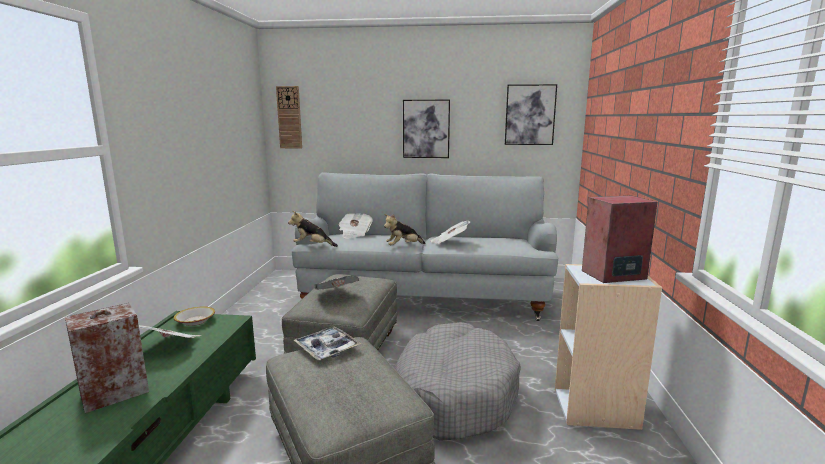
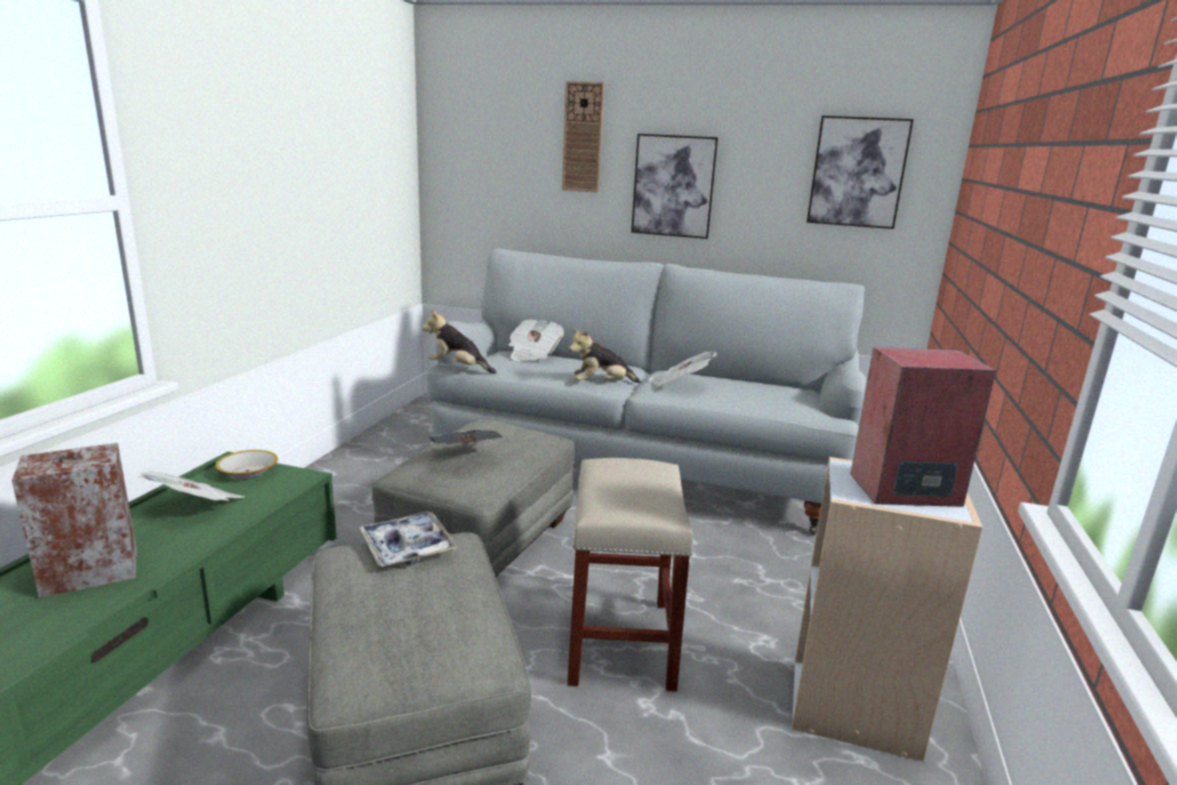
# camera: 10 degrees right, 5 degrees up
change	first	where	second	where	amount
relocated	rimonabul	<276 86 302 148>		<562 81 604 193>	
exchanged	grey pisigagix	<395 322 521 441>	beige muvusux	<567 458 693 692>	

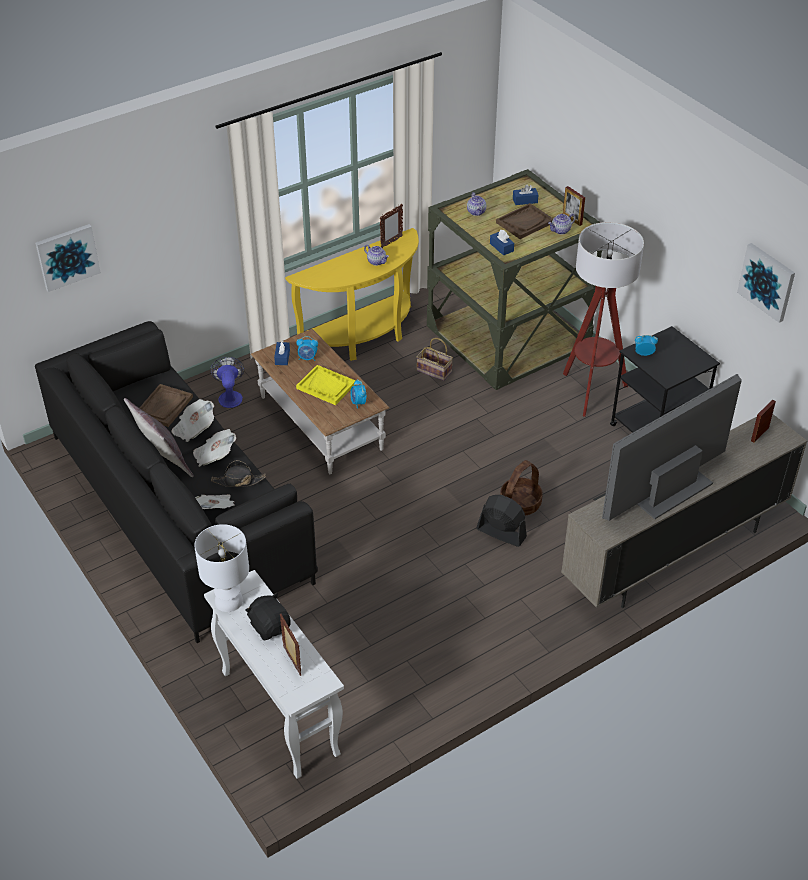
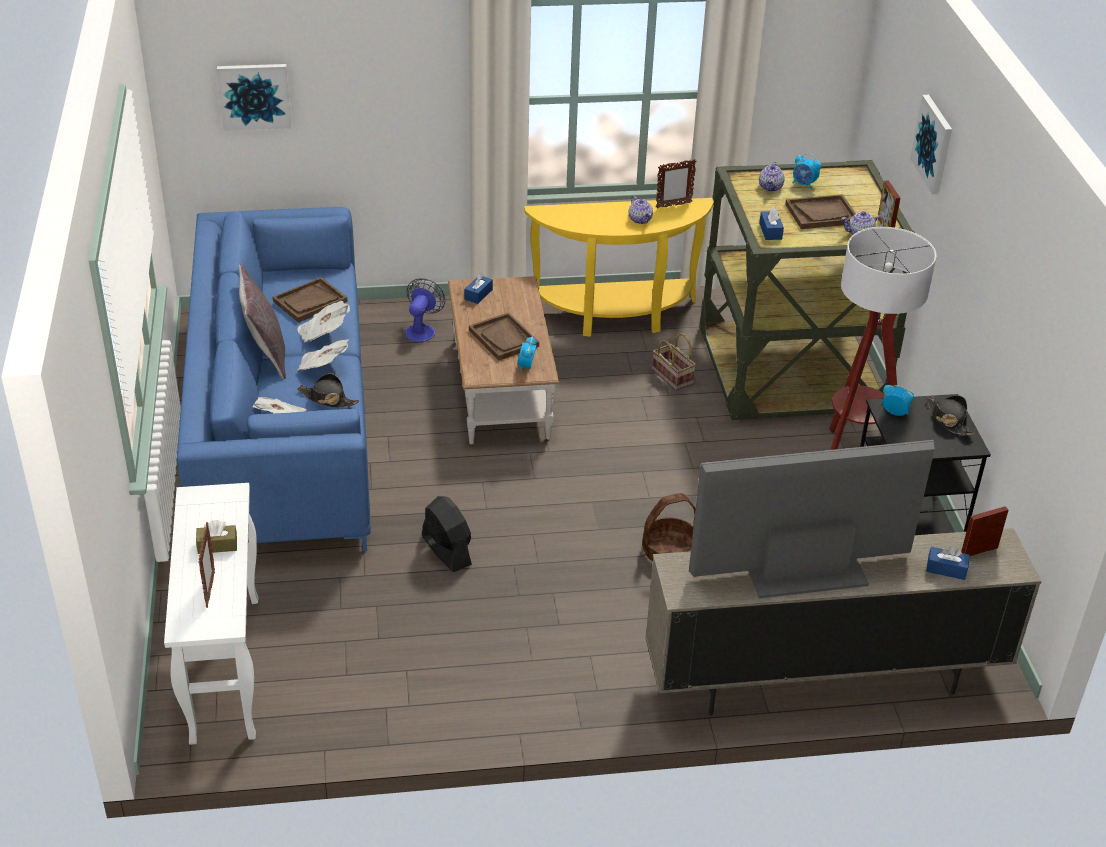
# camera: 25 degrees right, 5 degrees down
change	first	where	second	where	amount
relocated	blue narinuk	<513 184 538 205>		<926 546 970 580>	
relocated	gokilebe	<737 243 795 323>		<910 95 952 195>	
colour	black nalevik	<35 321 318 643>	blue nalevik	<177 207 371 551>	
relocated	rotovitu	<296 336 318 361>		<793 153 821 189>	
colour	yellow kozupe	<296 365 356 405>	brown kozupe	<469 312 539 360>	
relocated	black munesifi	<477 495 527 547>		<422 496 472 572>	
missing	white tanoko	<194 524 249 612>			
exchanged	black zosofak	<245 593 290 640>	brown narinuk	<196 520 237 554>	
appeared			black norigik	<926 395 975 436>	

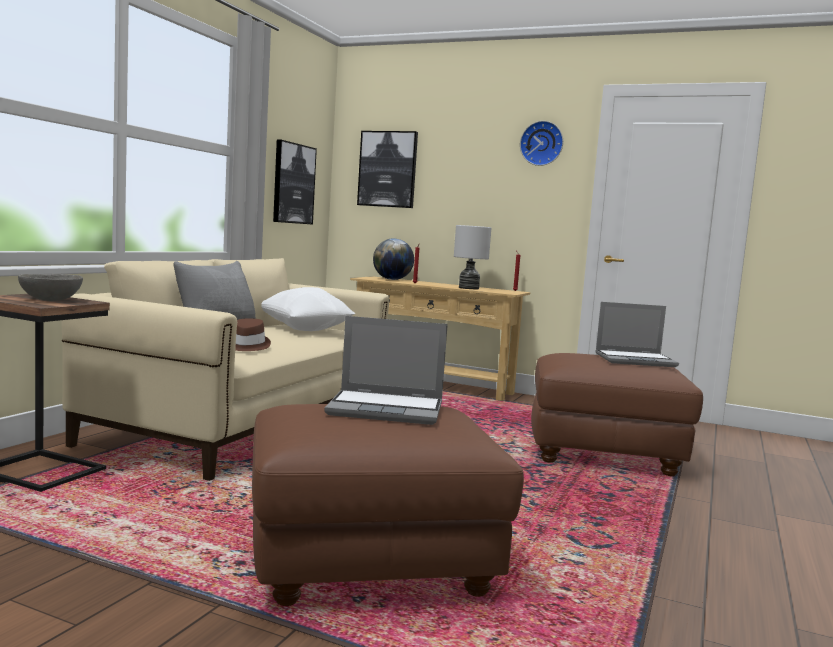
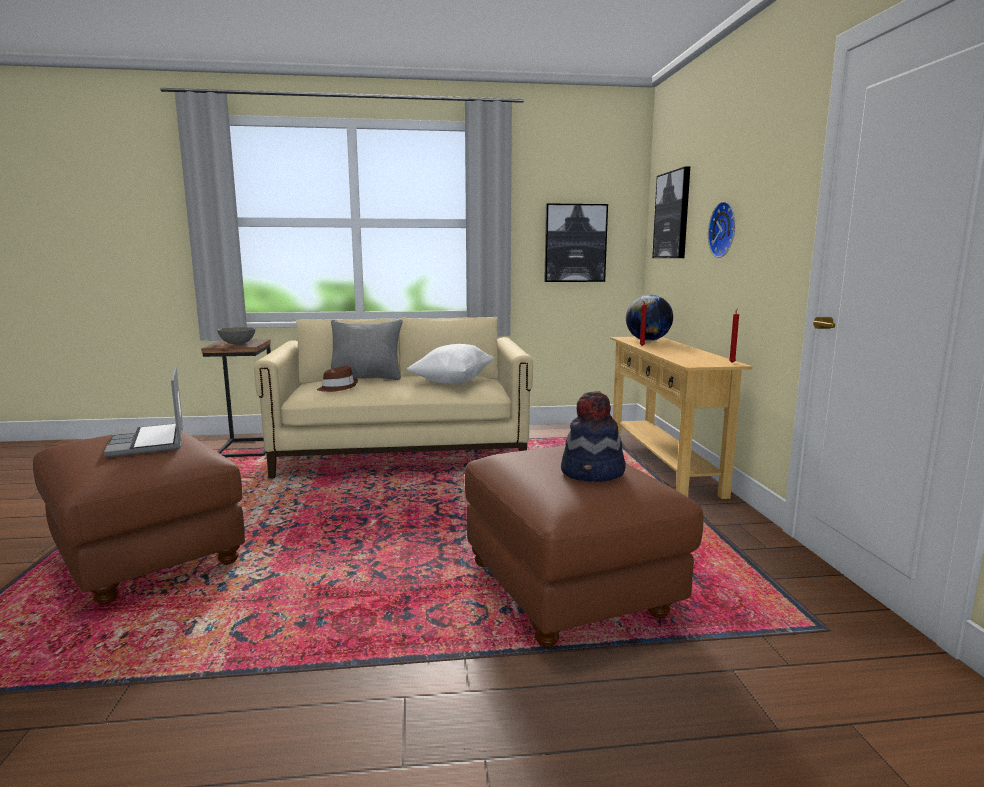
# camera: 60 degrees right, 5 degrees up
change	first	where	second	where	amount
relocated	rimonabul	<520 121 563 166>		<708 201 735 258>	
missing	grey tanoko	<454 225 492 289>			
exchanged	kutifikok	<595 302 679 367>	norigik	<561 391 626 482>	

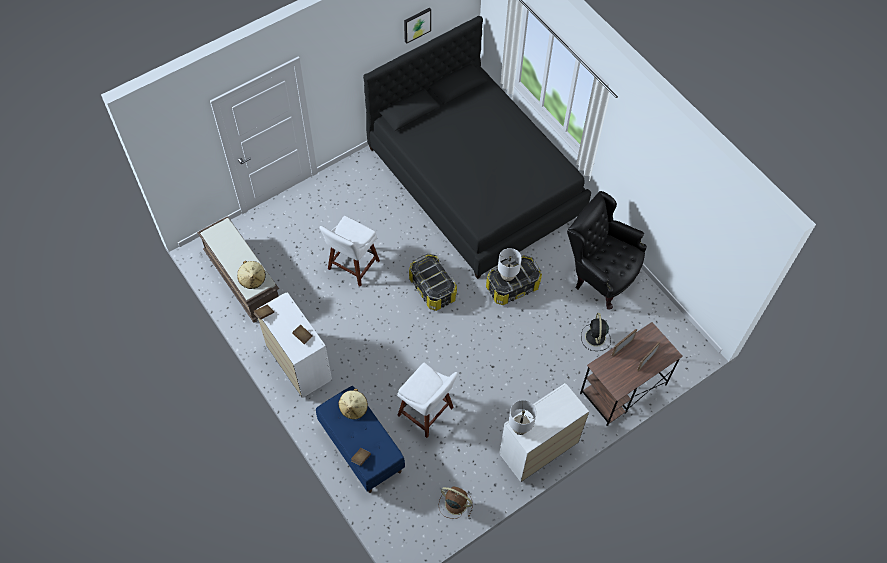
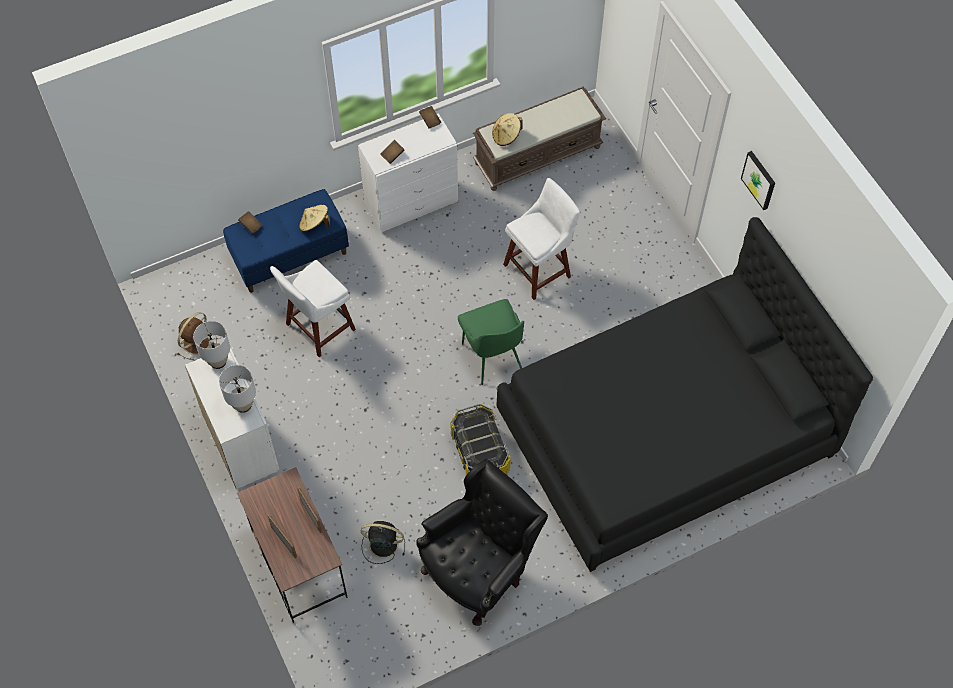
# camera: 100 degrees right, 0 degrees up
change	first	where	second	where	amount
relocated	gokilebe	<404 8 431 44>		<741 151 775 210>	
spun	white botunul	<320 216 380 287>		<503 178 580 300>	105 degrees clockwise
relocated	white tanoko	<498 248 522 282>		<219 365 256 413>	
exchanged	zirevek	<409 253 457 311>	green botunul	<458 299 524 385>	

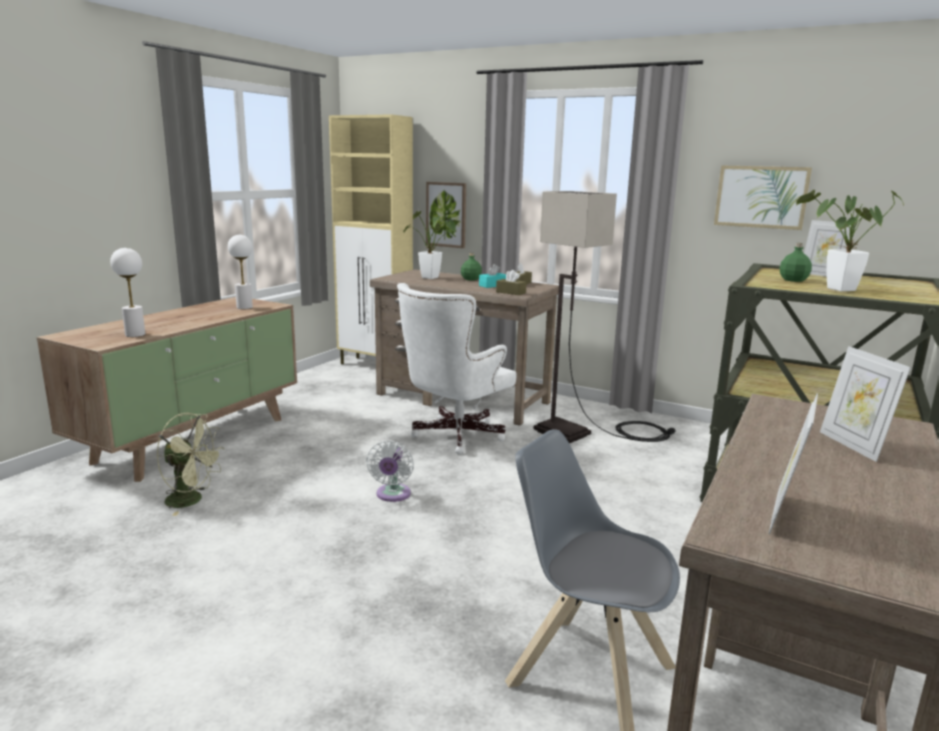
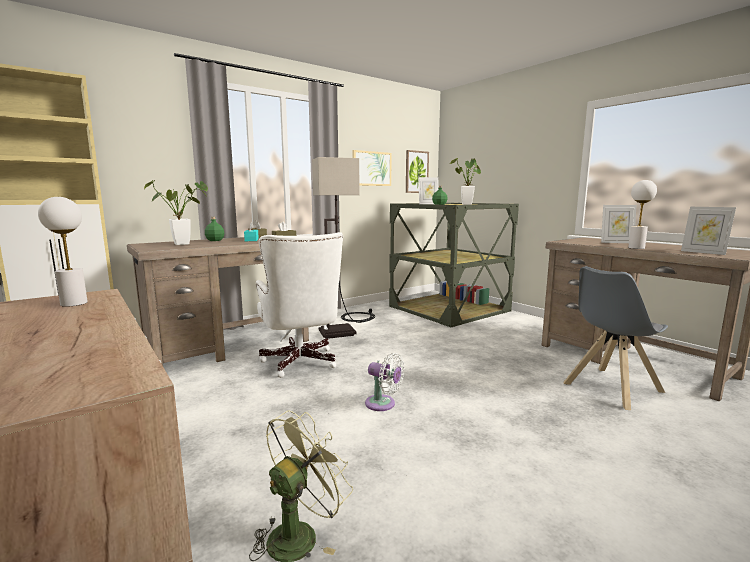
# camera: 65 degrees left, 5 degrees down
change	first	where	second	where	amount
relocated	gokilebe	<426 182 466 248>		<406 150 429 193>	
relocated	white tanoko	<110 248 145 337>		<628 180 657 249>	

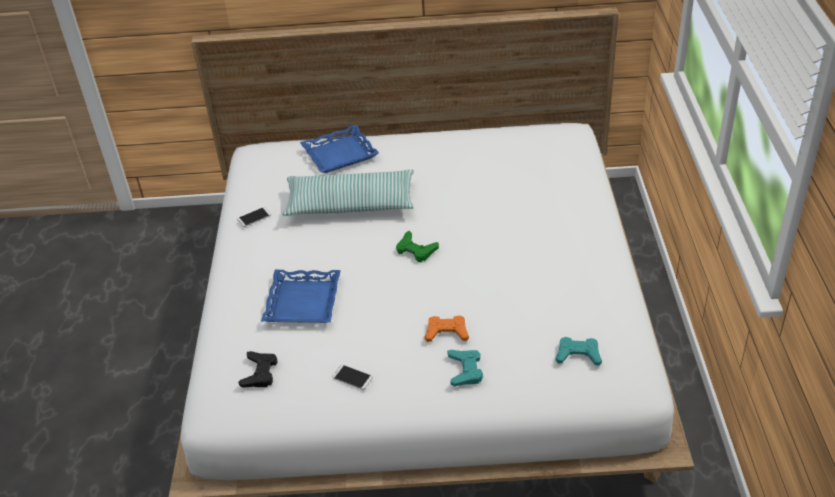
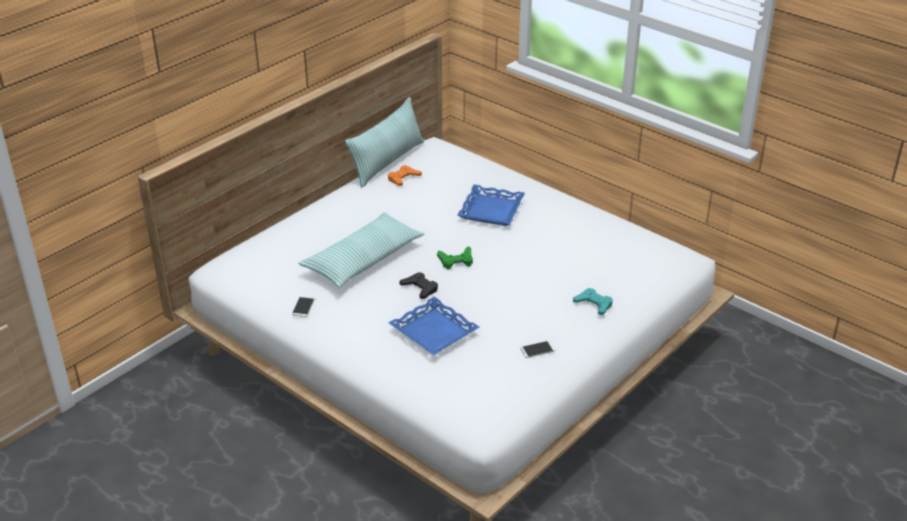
# camera: 50 degrees left, 5 degrees down
change	first	where	second	where	amount
relocated	blue kozupe	<300 125 379 173>		<457 185 525 226>	
relocated	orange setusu	<425 315 469 342>		<388 165 422 186>	
missing	turquoise setusu	<555 337 602 366>			
relocated	black setusu	<238 351 278 388>		<399 272 438 299>	
appeared			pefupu	<345 97 424 188>	

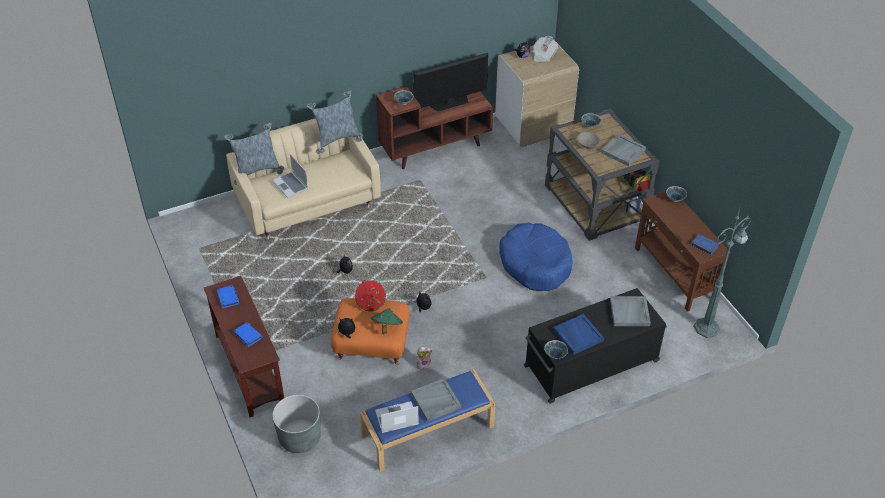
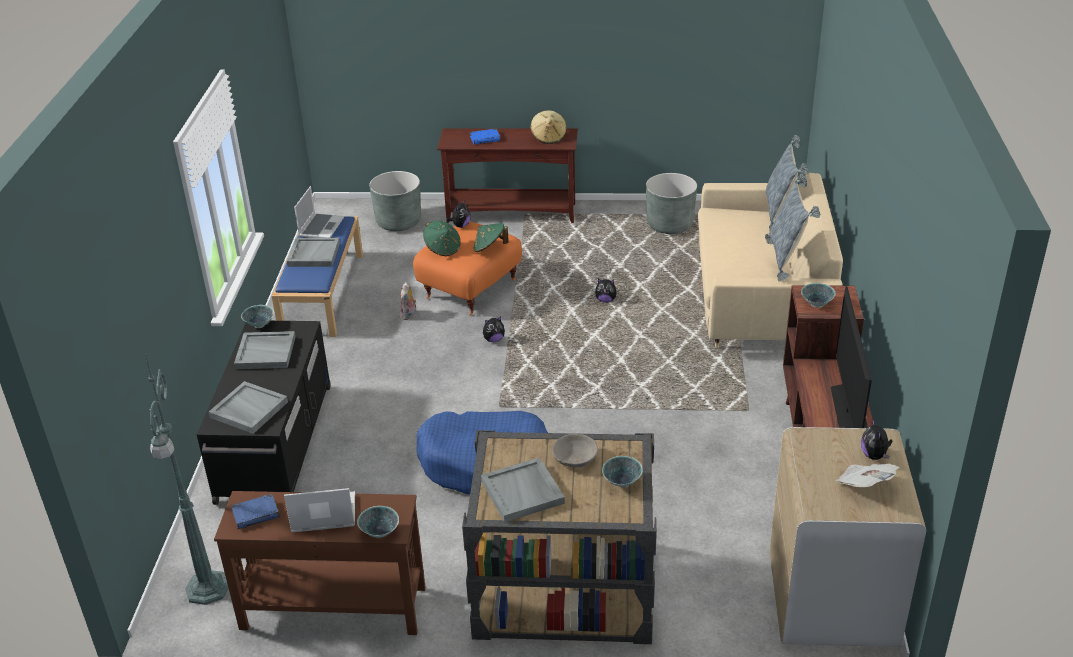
# camera: 120 degrees right, 10 degrees down
change	first	where	second	where	amount
relocated	kutifikok	<272 154 308 198>		<284 488 355 532>	
colour	red norigik	<355 280 386 311>	green norigik	<473 223 509 252>	
exchanged	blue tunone	<217 285 239 308>	beige norigik	<530 111 567 144>	
colour	blue kozupe	<553 314 604 355>	grey kozupe	<234 331 295 369>	
appeared			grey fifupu	<646 173 697 234>	

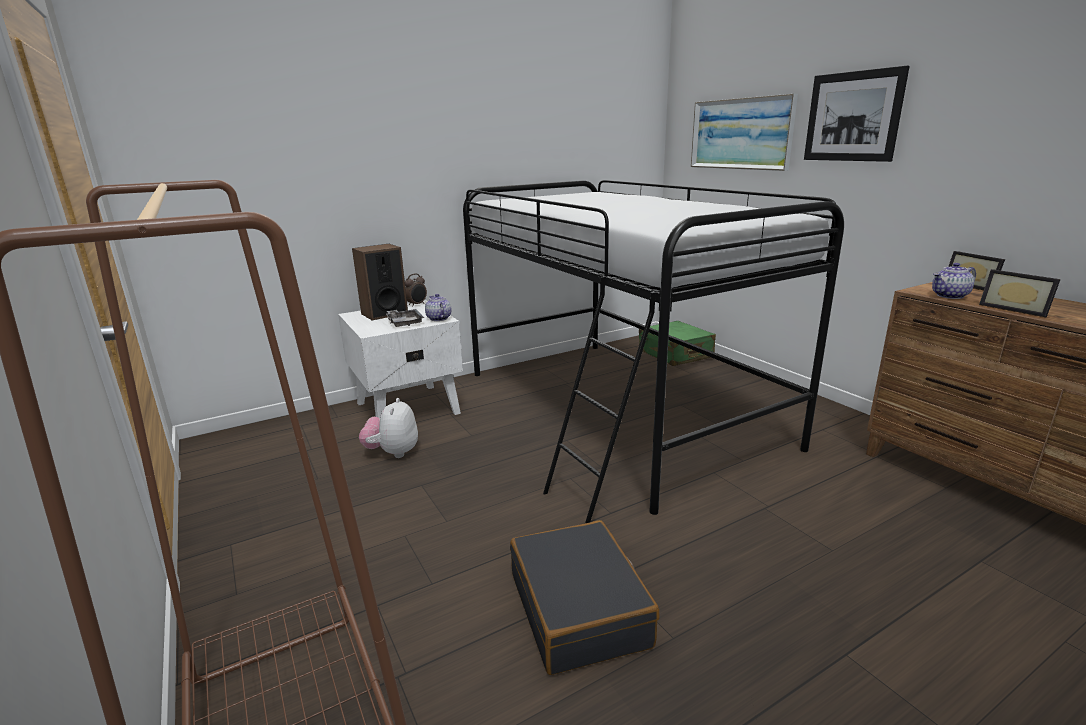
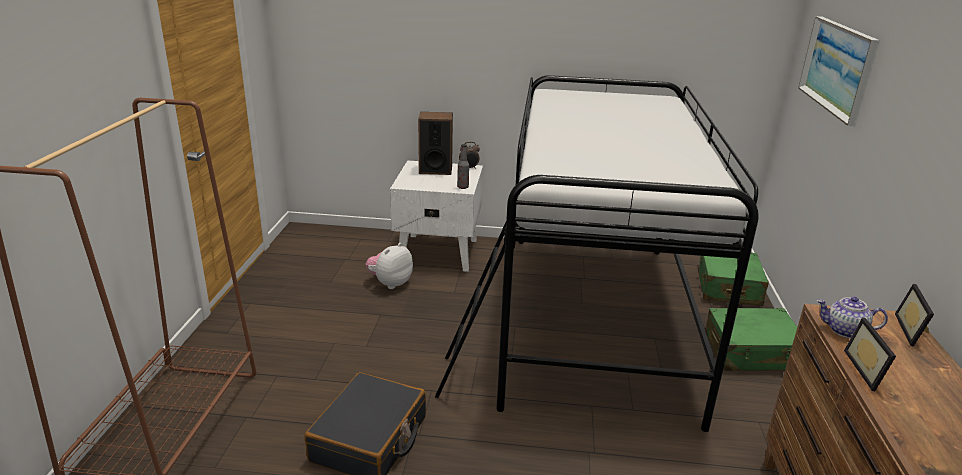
# camera: 35 degrees right, 5 degrees up
change	first	where	second	where	amount
missing	gokilebe	<804 66 910 162>			
exchanged	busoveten	<425 294 452 321>	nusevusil	<457 144 469 189>	
missing	grey kozupe	<386 309 424 327>			
appeared			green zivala	<705 308 797 371>	

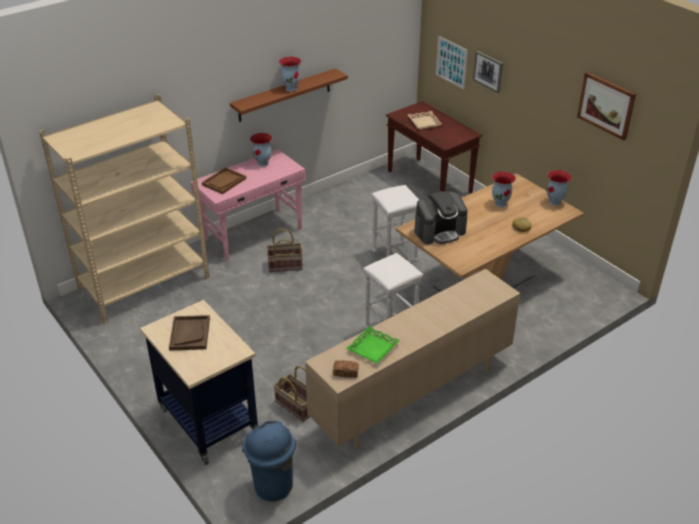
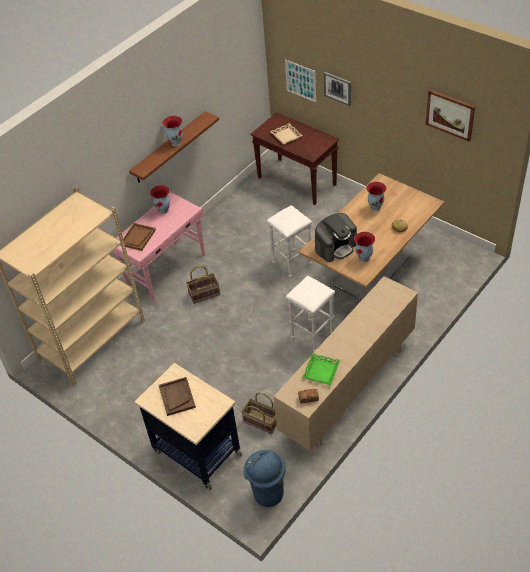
# camera: 10 degrees left, 10 degrees up
change	first	where	second	where	amount
relocated	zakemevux	<547 170 571 206>		<354 232 375 262>	

